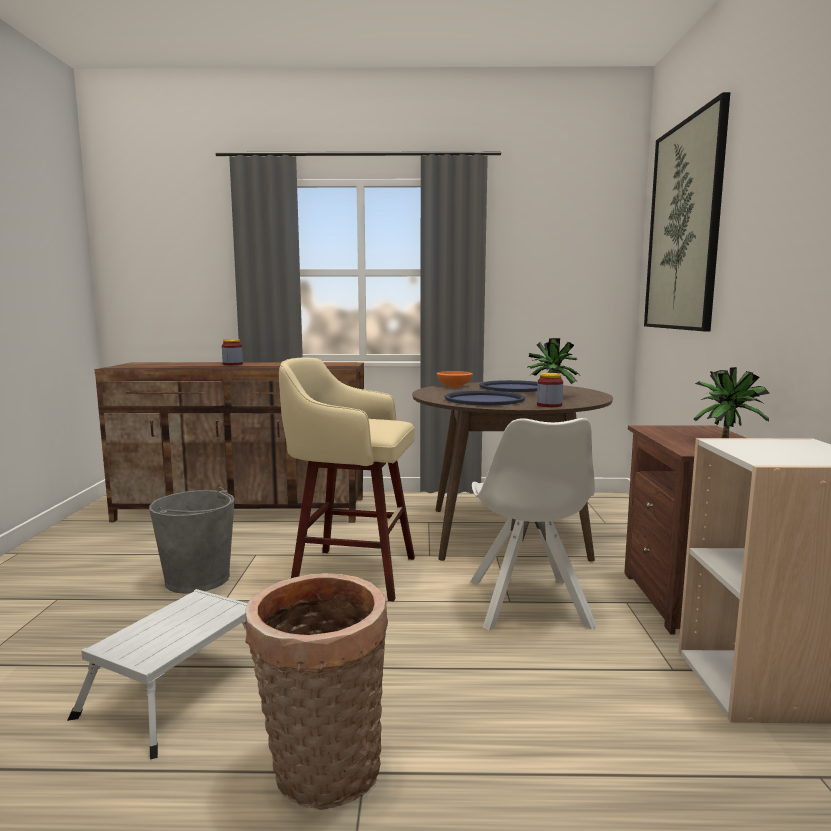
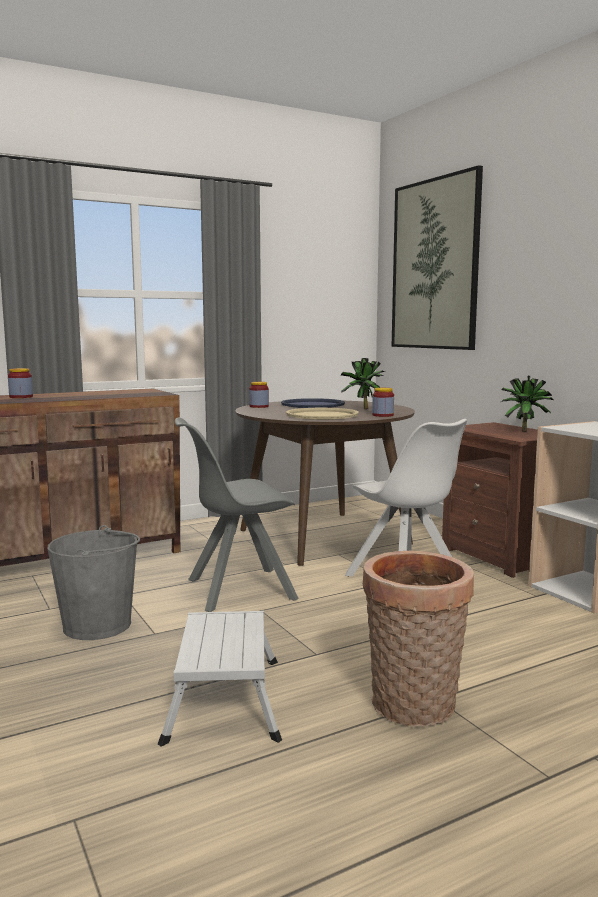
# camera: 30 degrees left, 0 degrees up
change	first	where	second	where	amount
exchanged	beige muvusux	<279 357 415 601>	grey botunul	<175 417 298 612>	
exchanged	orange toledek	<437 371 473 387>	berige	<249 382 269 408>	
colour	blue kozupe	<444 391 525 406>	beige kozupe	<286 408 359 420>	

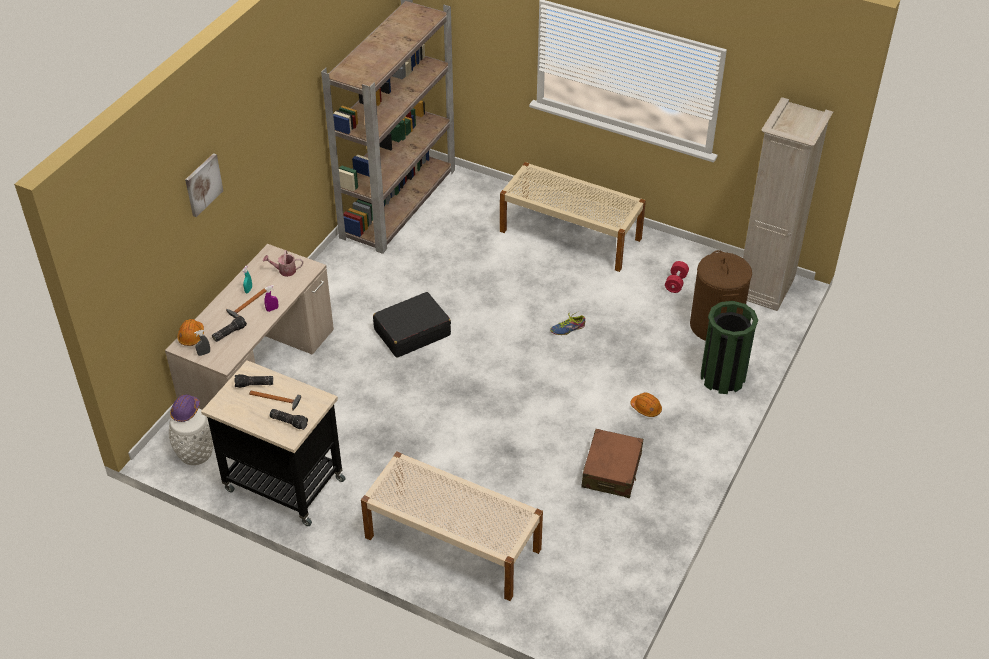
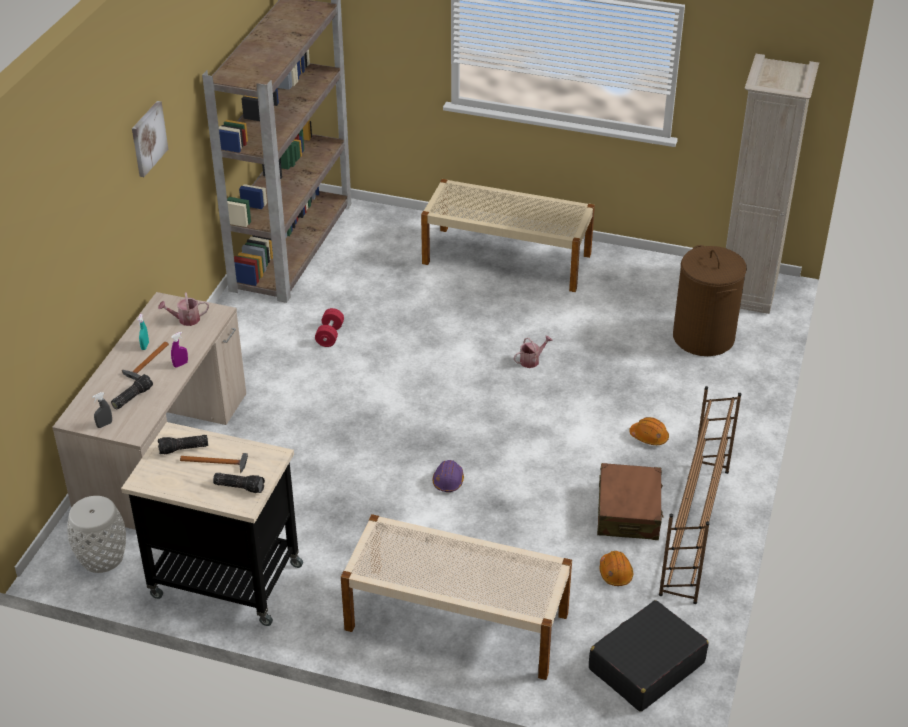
# camera: 10 degrees left, 5 degrees down
change	first	where	second	where	amount
relocated	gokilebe	<185 153 223 217>		<132 101 168 177>	
relocated	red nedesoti	<665 261 689 293>		<315 308 344 347>	
relocated	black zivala	<373 292 451 358>		<589 600 709 712>	
missing	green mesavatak	<701 301 758 394>			
exchanged	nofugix	<550 312 585 335>	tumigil	<514 335 553 368>	
relocated	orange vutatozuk	<177 319 204 346>		<600 551 633 586>	
relocated	purple vutatozuk	<170 395 200 422>		<433 460 464 492>	
appeared			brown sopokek	<659 386 741 604>	

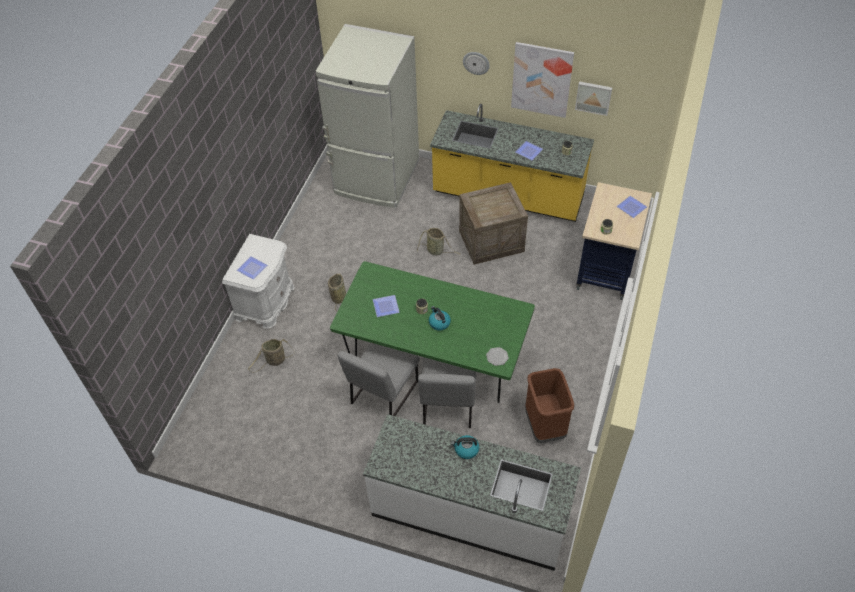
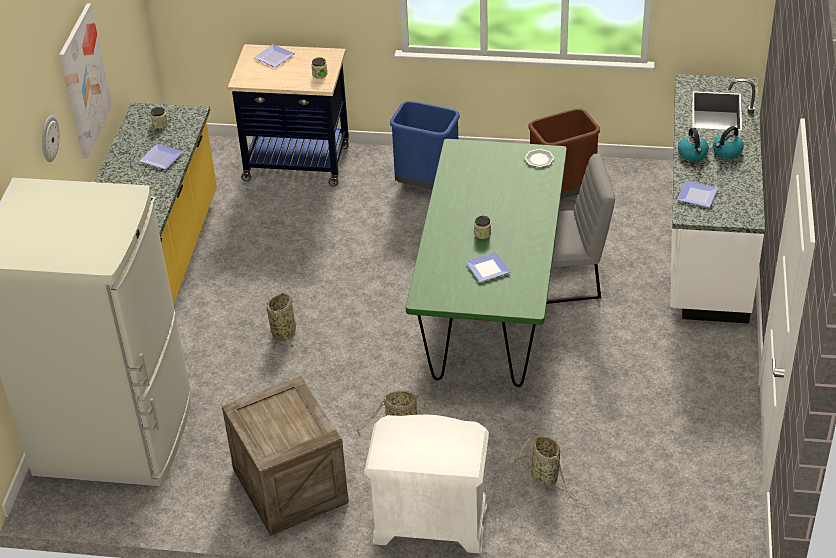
# camera: 100 degrees left, 10 degrees down
change	first	where	second	where	amount
missing	gokilebe	<575 81 612 116>			
relocated	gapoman	<459 182 528 265>		<222 376 349 536>	
relocated	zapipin	<237 256 267 279>		<677 181 718 208>	
relocated	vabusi	<429 306 451 331>		<713 126 743 159>	
missing	grey botunul	<337 343 420 416>			
appeared			blue mesavatak	<390 101 460 190>	

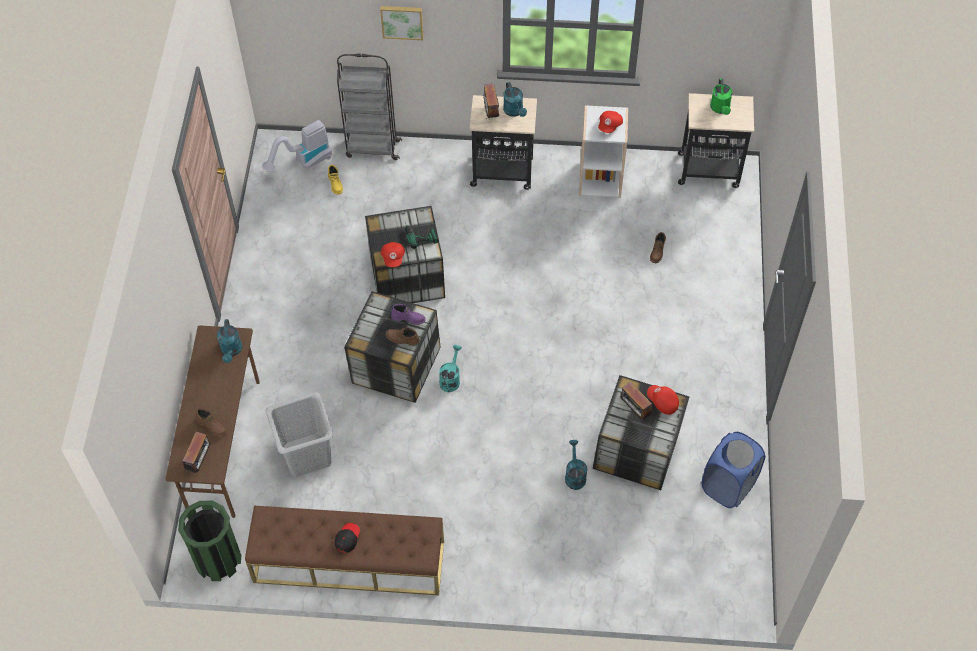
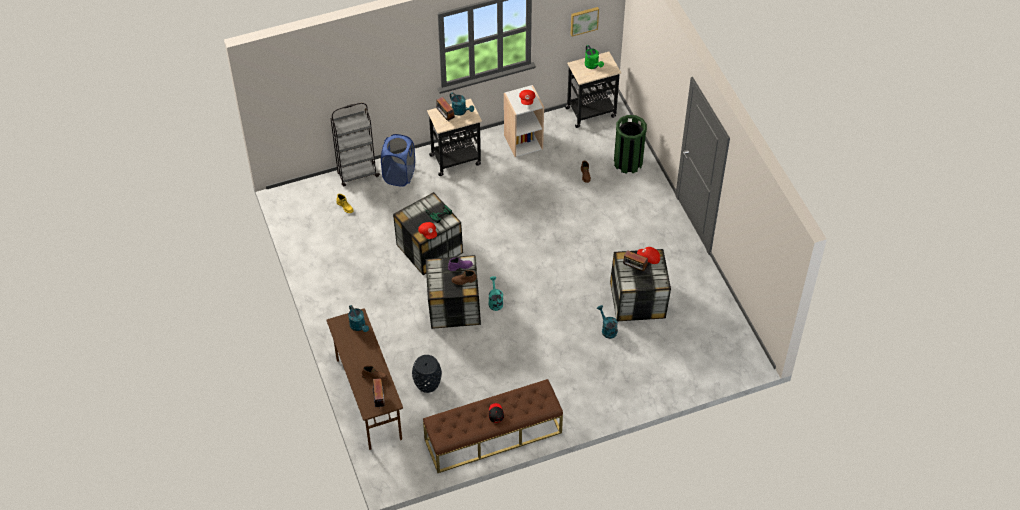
# camera: 25 degrees left, 5 degrees down
change	first	where	second	where	amount
relocated	gokilebe	<380 6 423 40>		<571 7 599 37>	
missing	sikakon	<262 120 332 172>			
exchanged	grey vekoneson	<265 392 334 477>	black muvusux	<412 355 442 393>	
relocated	blue vekoneson	<702 432 765 508>		<381 134 415 187>	
relocated	green mesavatak	<178 501 241 581>		<614 115 647 174>	

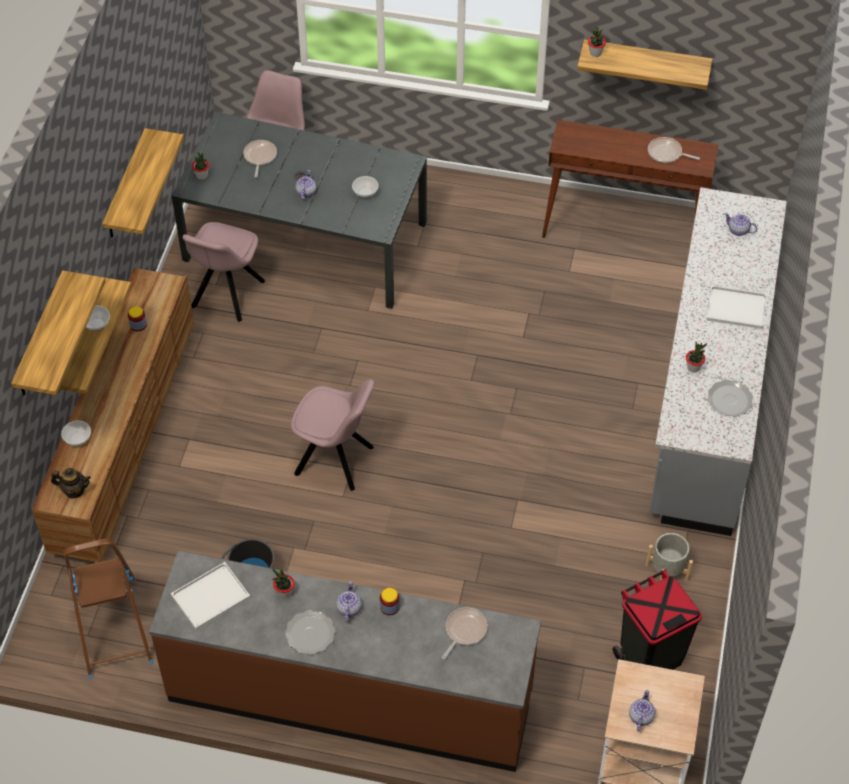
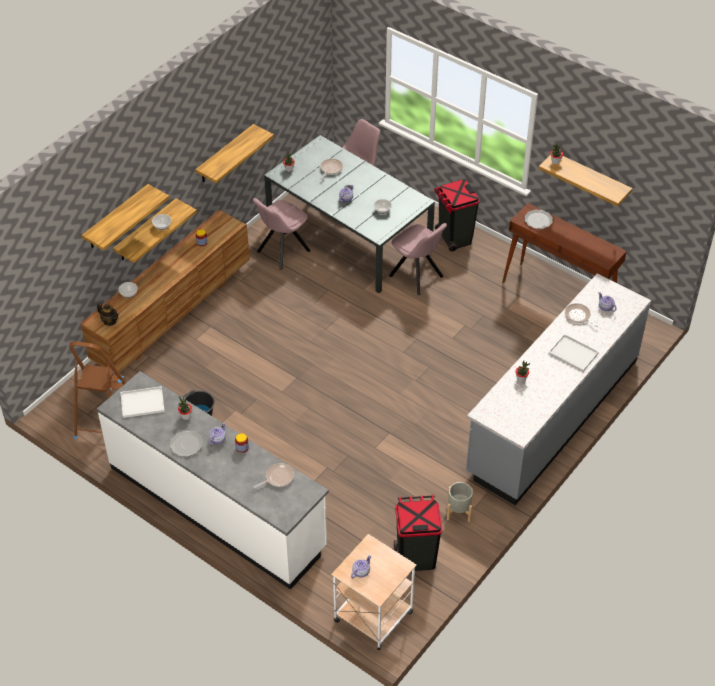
# camera: 25 degrees right, 5 degrees down
change	first	where	second	where	amount
relocated	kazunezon	<648 137 700 163>		<565 303 599 327>	
relocated	pink botunul	<291 379 375 491>		<389 223 447 295>	
relocated	zapipin	<708 380 753 416>		<525 209 553 229>	
colour	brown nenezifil	<149 551 541 772>	white nenezifil	<97 371 329 590>	
appeared			black mesavatak	<434 179 480 252>	

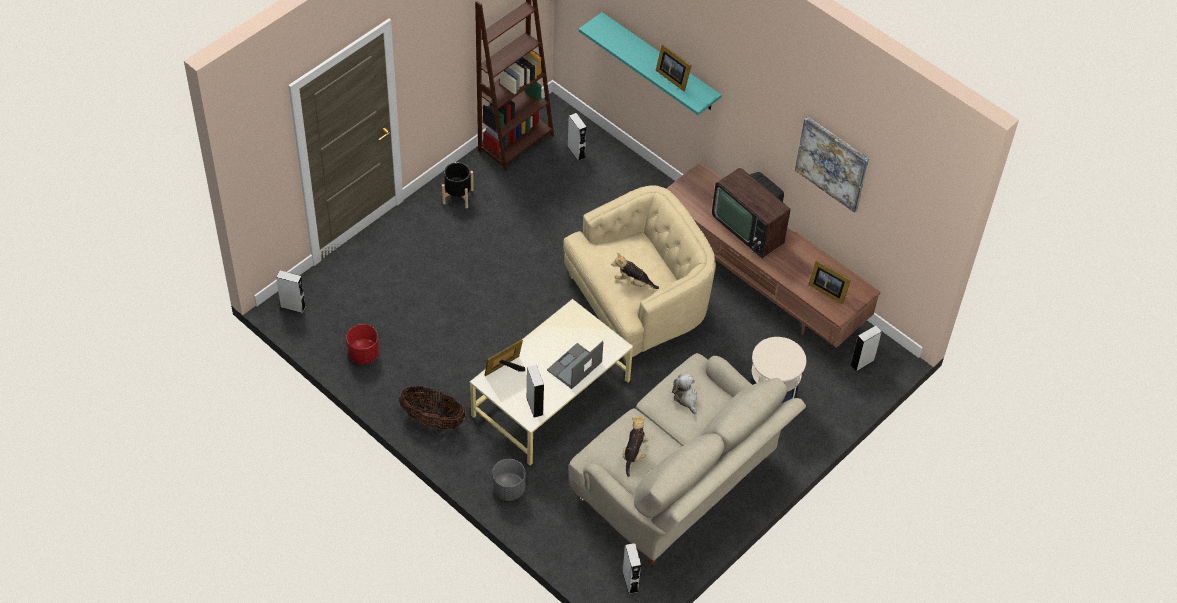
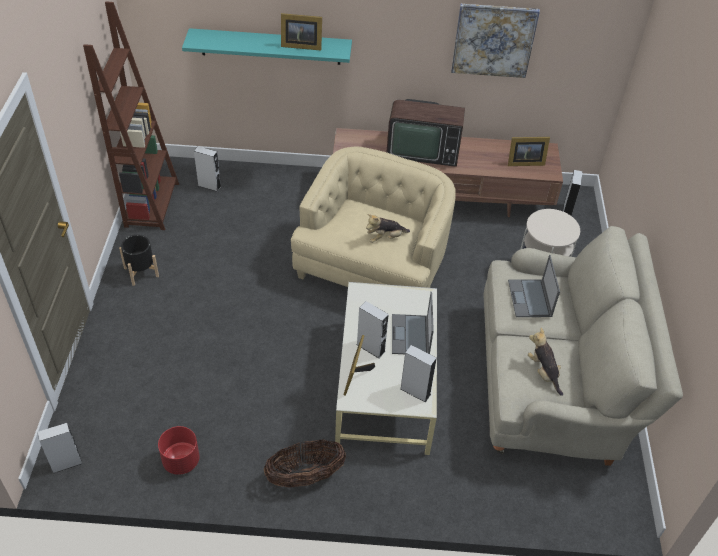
# camera: 40 degrees left, 5 degrees down
change	first	where	second	where	amount
exchanged	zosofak	<672 374 697 414>	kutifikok	<508 255 560 317>	
missing	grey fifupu	<492 459 525 501>			
relocated	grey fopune	<622 543 641 594>		<357 301 389 358>	

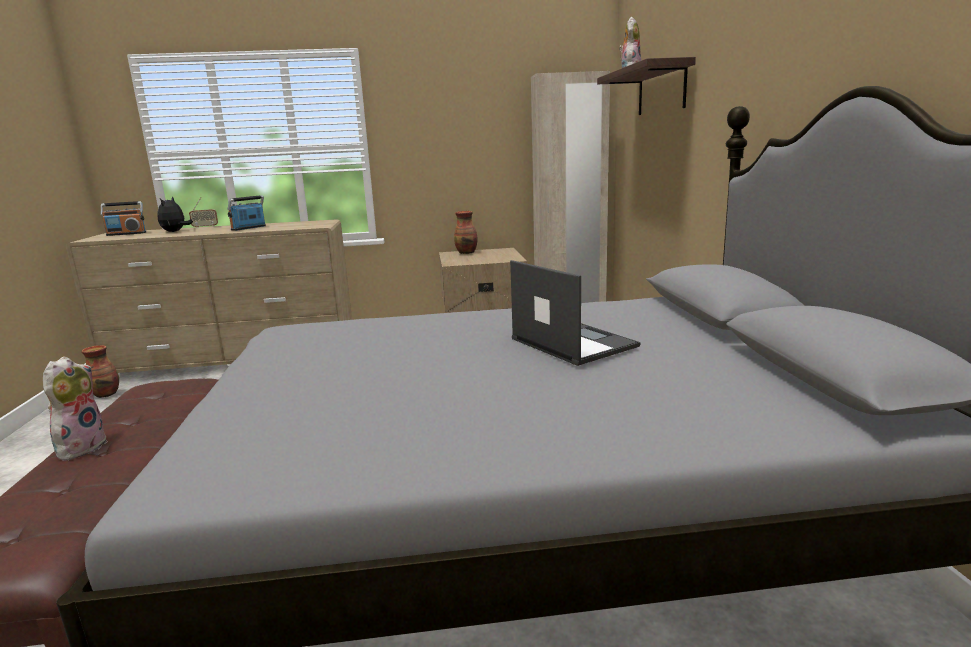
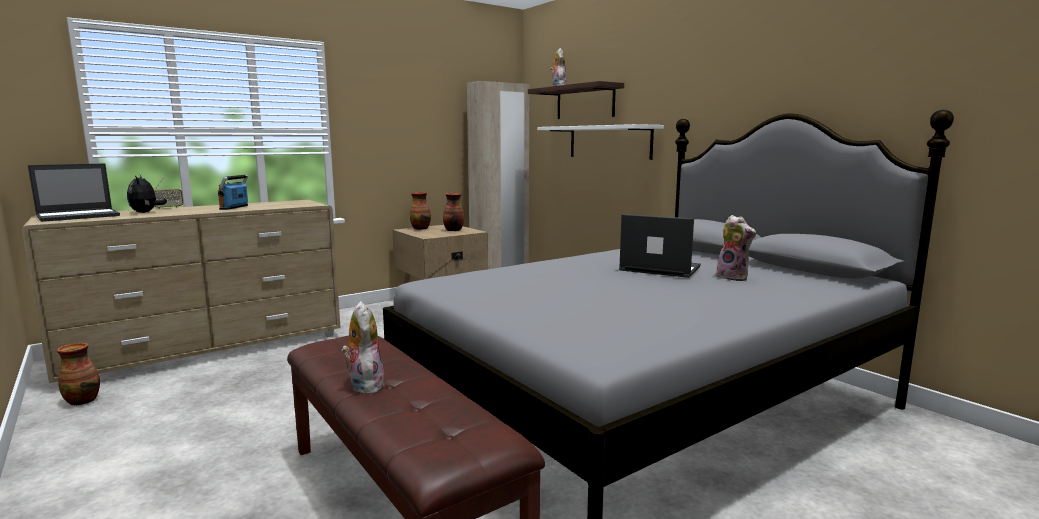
# camera: 30 degrees left, 5 degrees down
change	first	where	second	where	amount
exchanged	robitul	<101 201 146 236>	kutifikok	<28 163 120 222>	
appeared			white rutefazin	<537 124 664 160>	
appeared			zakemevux	<443 193 464 231>	
appeared			zosofak	<714 215 756 281>	

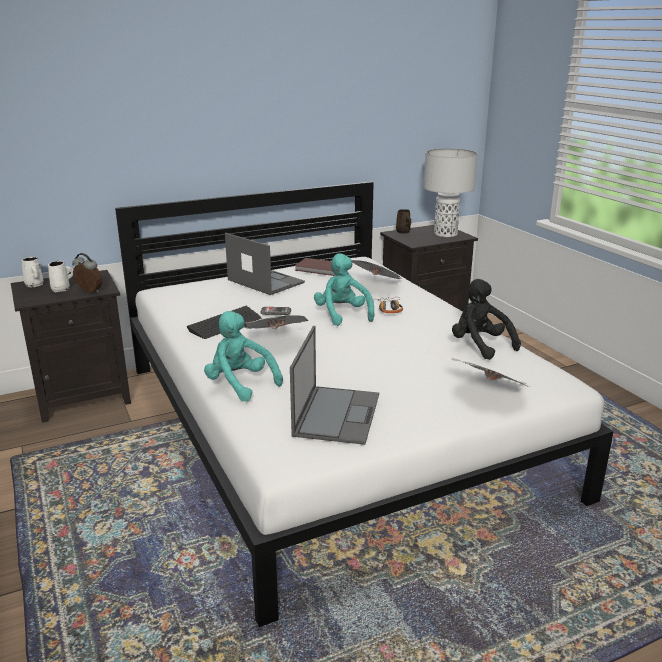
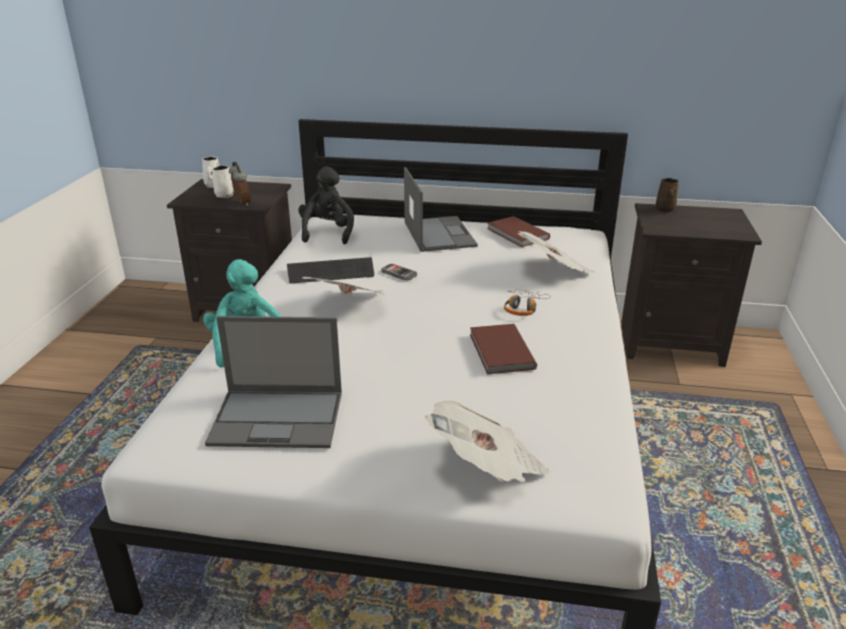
# camera: 35 degrees right, 5 degrees up
change	first	where	second	where	amount
missing	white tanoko	<423 148 477 237>			
missing	turquoise zosofak	<314 253 374 326>			
relocated	black zosofak	<452 279 521 360>		<298 166 354 244>	
spun	kutifikok	<290 326 379 445>		<205 316 342 448>	45 degrees clockwise
appeared			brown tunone	<470 324 537 374>	

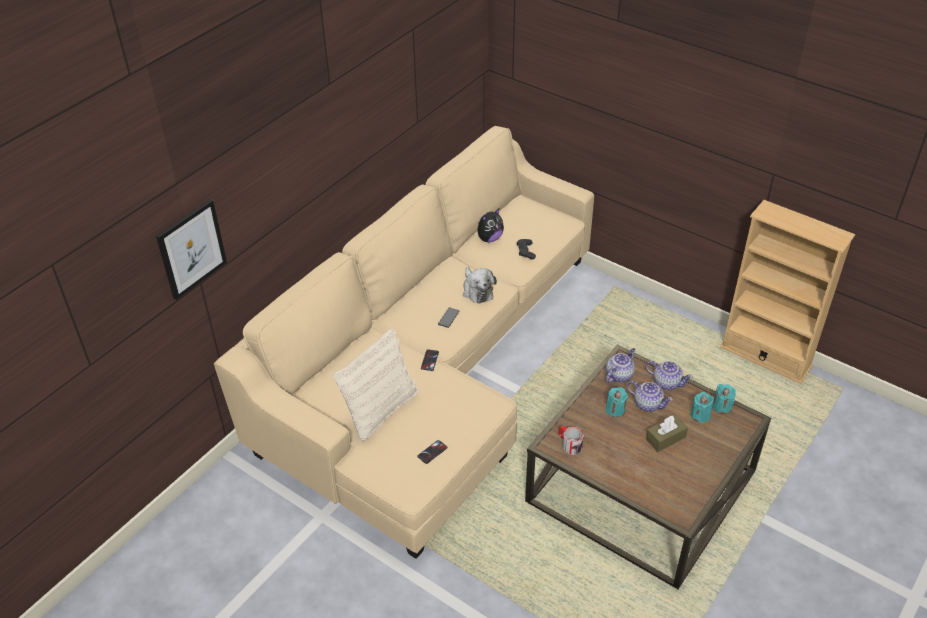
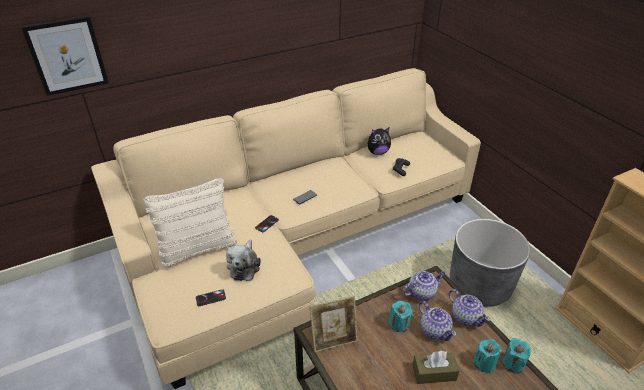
# camera: 25 degrees right, 5 degrees down
change	first	where	second	where	amount
relocated	zosofak	<463 267 497 304>		<226 240 261 281>	
exchanged	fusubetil	<559 426 584 455>	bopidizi	<309 296 358 353>	
appeared			grey fifupu	<450 219 530 307>	

